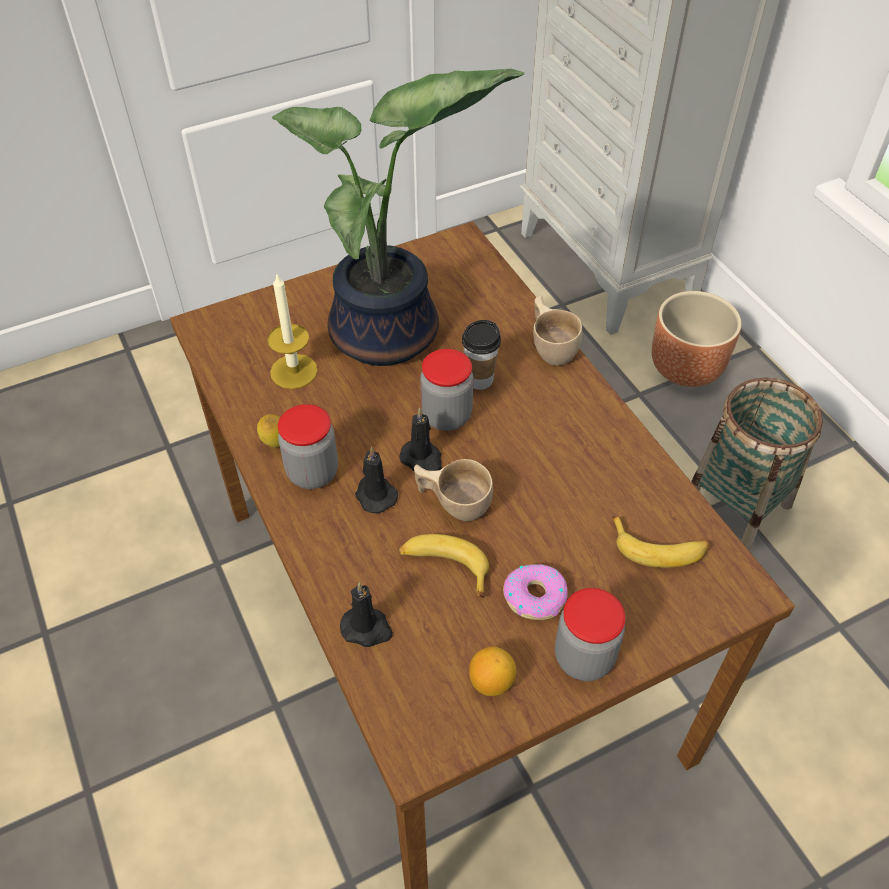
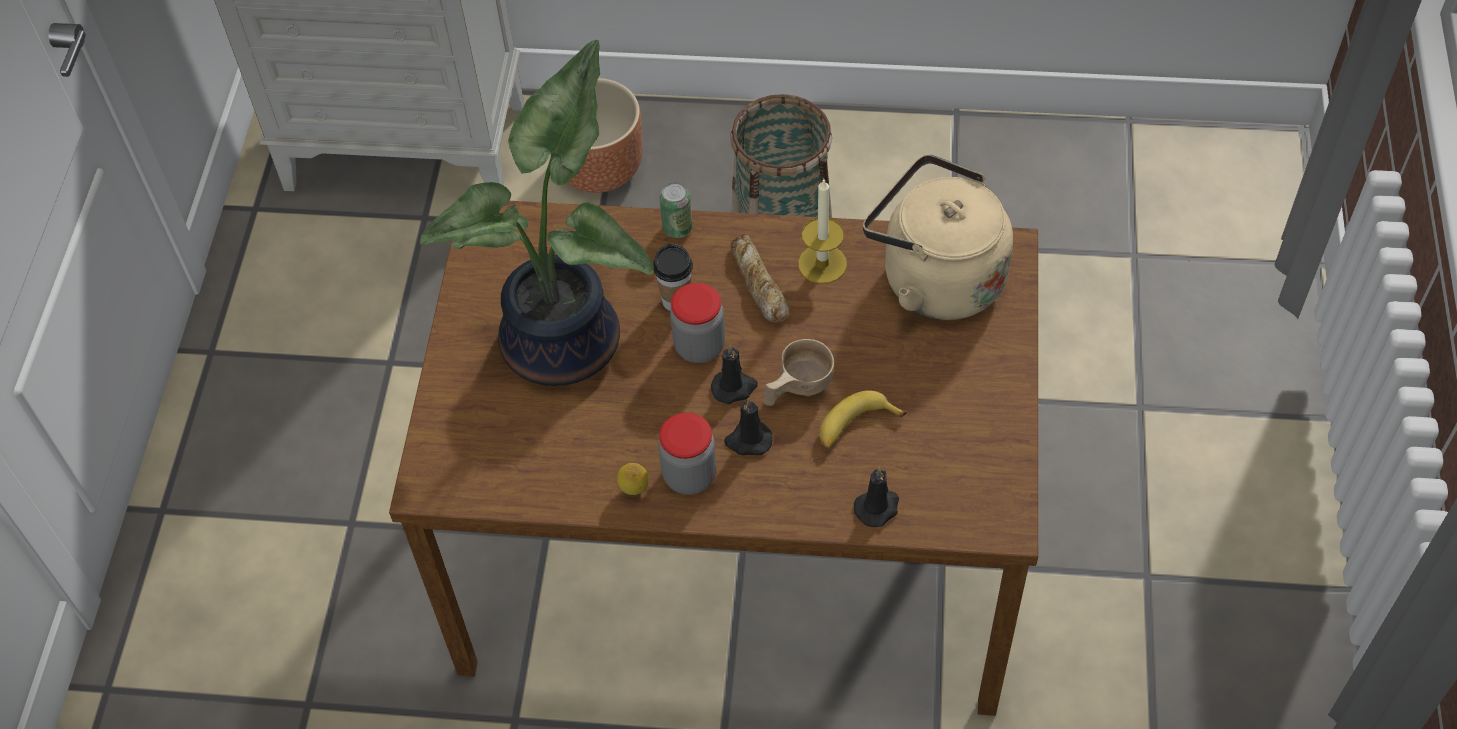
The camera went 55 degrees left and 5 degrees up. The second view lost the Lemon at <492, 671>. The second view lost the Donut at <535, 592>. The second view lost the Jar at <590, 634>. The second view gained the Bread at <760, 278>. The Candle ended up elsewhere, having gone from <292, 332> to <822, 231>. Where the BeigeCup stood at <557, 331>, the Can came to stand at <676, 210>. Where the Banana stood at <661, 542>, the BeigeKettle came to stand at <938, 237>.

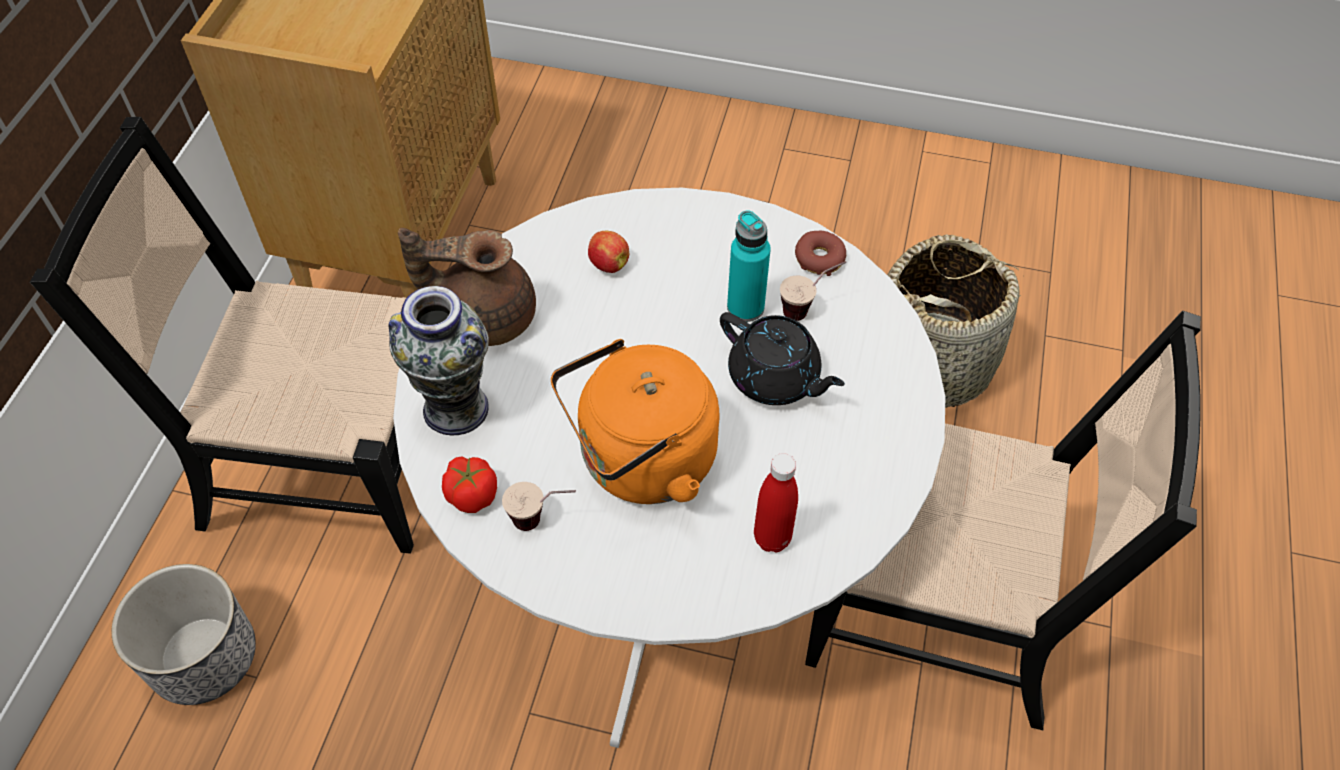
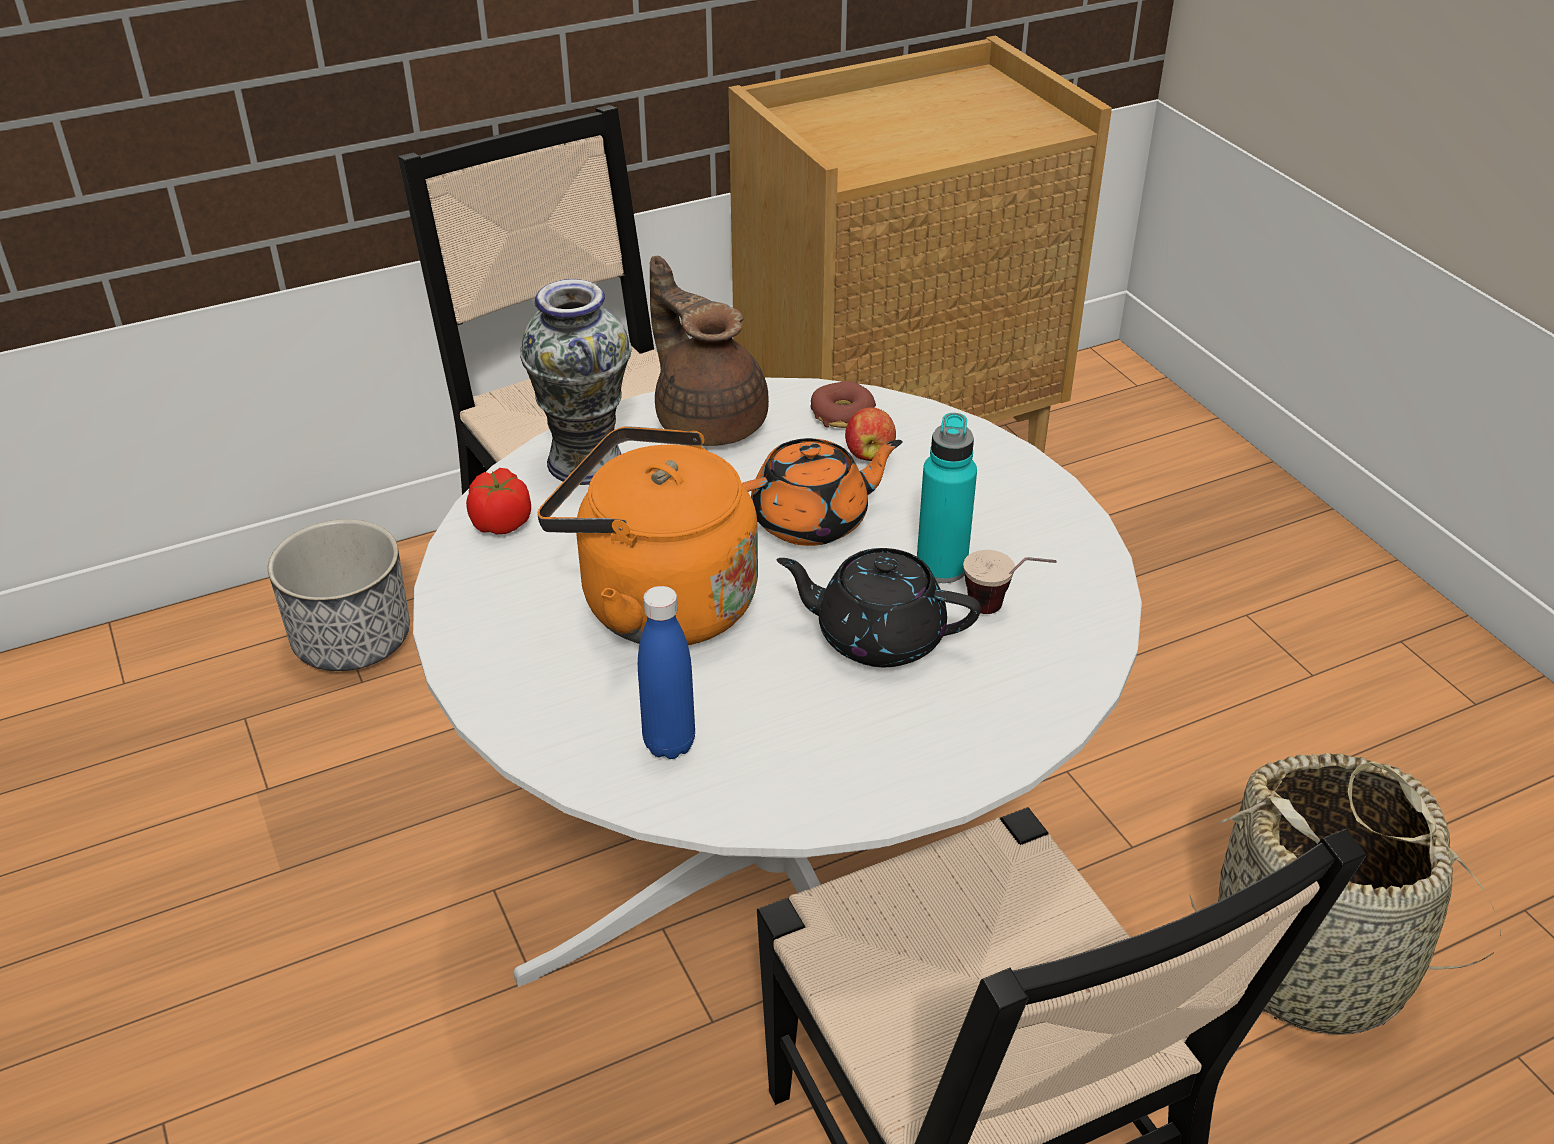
The camera went 50 degrees right and 15 degrees down. The second view lost the Cup at <539, 506>. The second view gained the OrangeTeapot at <822, 492>. The Donut ended up elsewhere, having gone from <820, 253> to <843, 404>. What was the RedBottle at <776, 503> turned into the BlueBottle at <666, 672>. The BlackTeapot at <782, 358> ended up facing another way, 105 degrees clockwise from before.

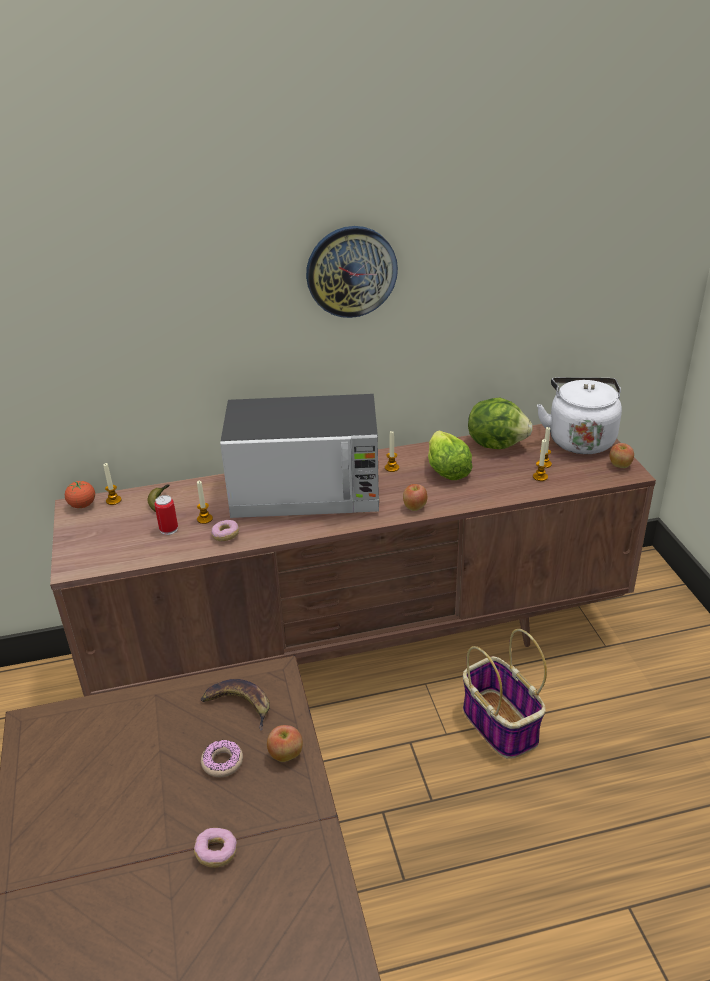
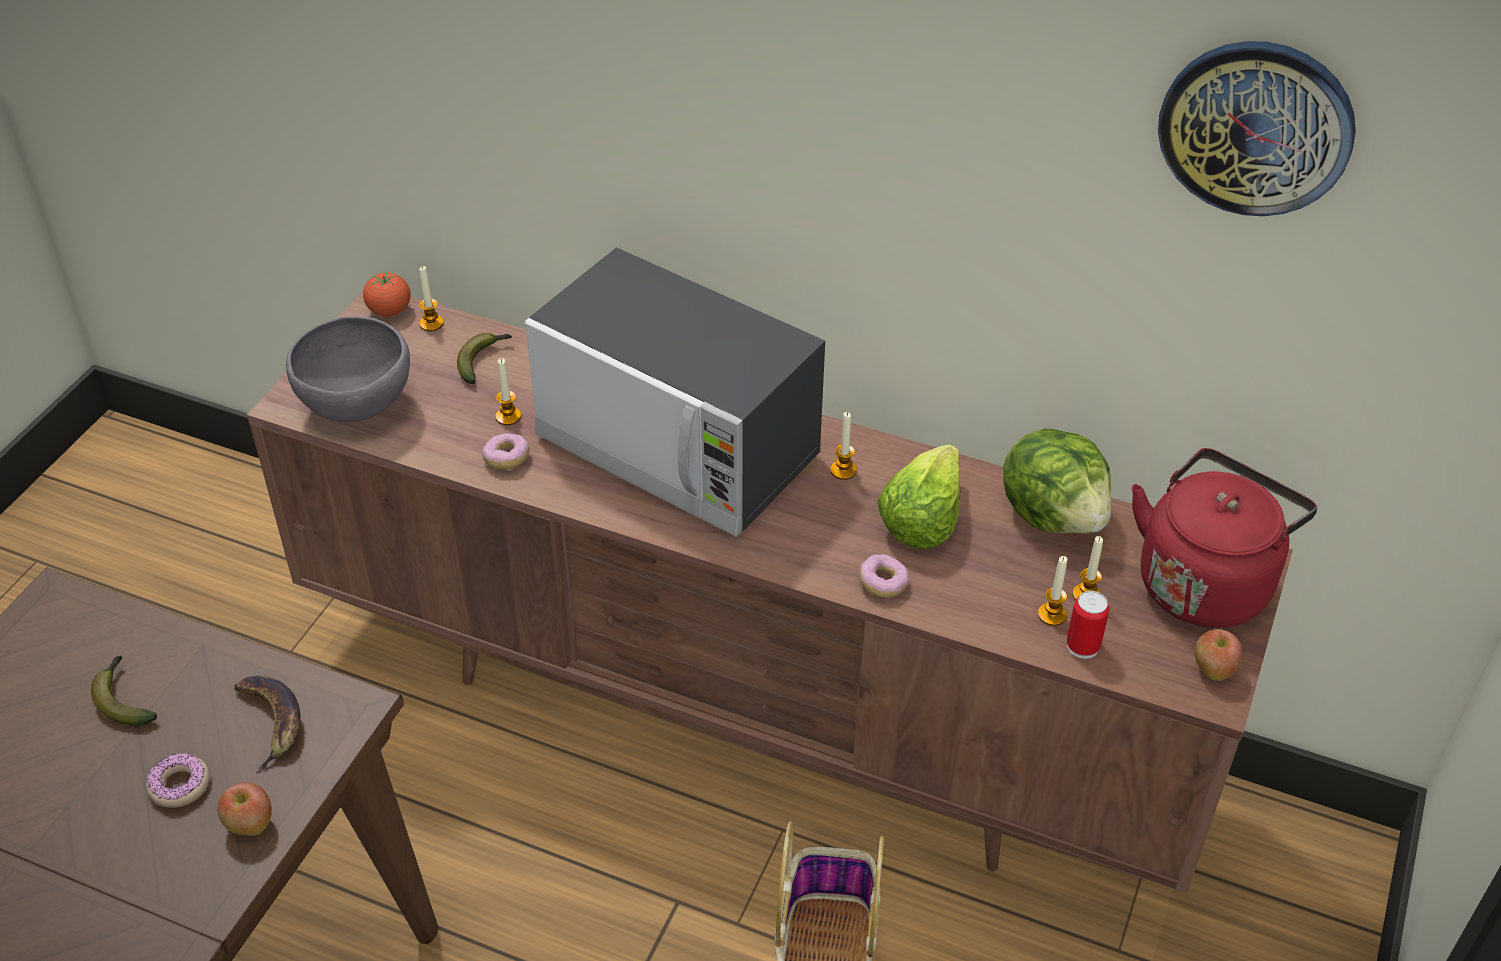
The camera went 35 degrees right and 10 degrees up. The second view lost the Apple at <415, 497>. The second view gained the Banana at <124, 691>. The second view gained the GreyBowl at <348, 369>. The Can ended up elsewhere, having gone from <166, 515> to <1088, 625>. The Donut ended up elsewhere, having gone from <215, 848> to <884, 576>. The WallClock ended up elsewhere, having gone from <352, 272> to <1257, 128>. What was the WhiteKettle at <579, 415> turned into the RedKettle at <1224, 538>.

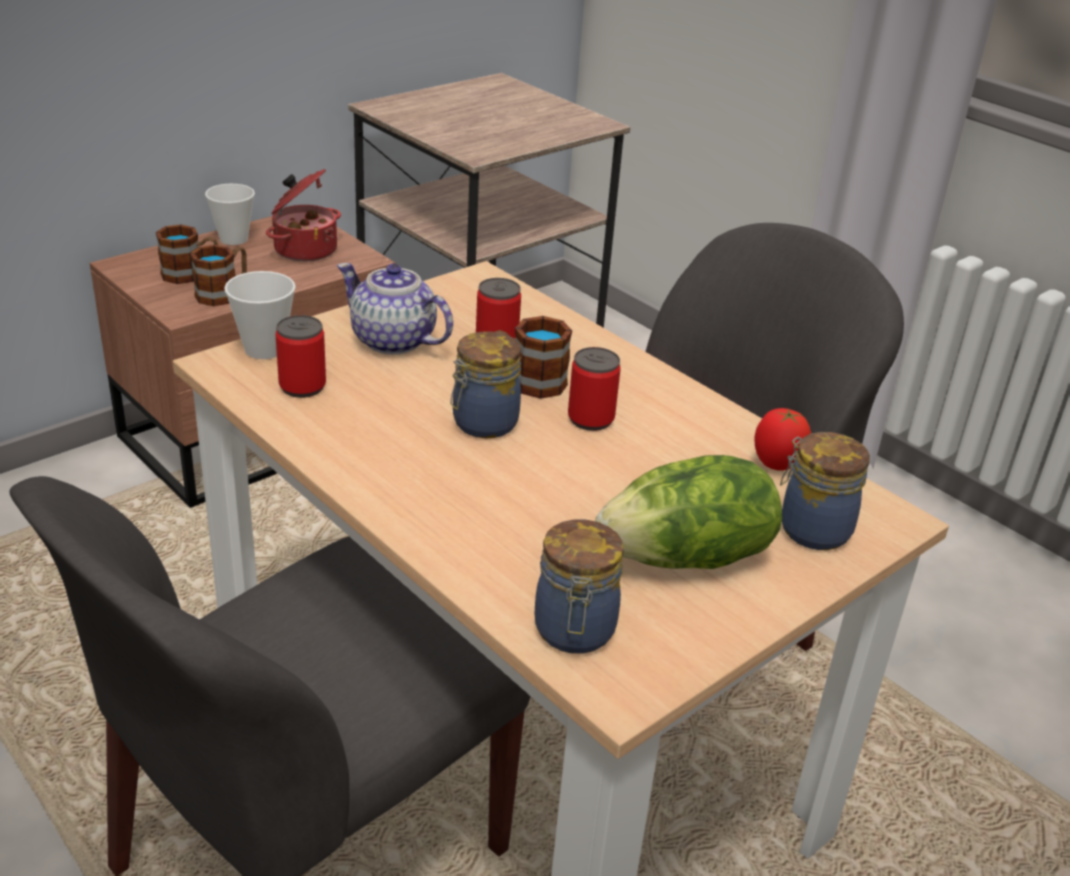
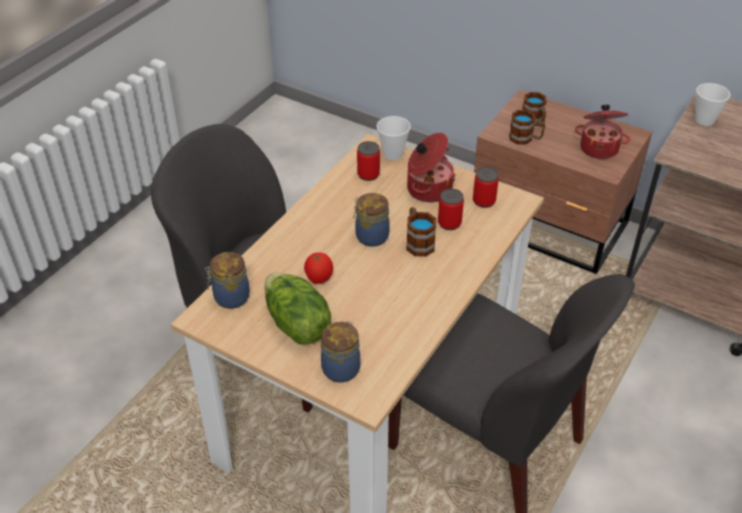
The camera went 75 degrees right and 10 degrees up. The Cup ended up elsewhere, having gone from <230, 214> to <712, 104>. The Can ended up elsewhere, having gone from <594, 389> to <486, 187>. The Tomato ended up elsewhere, having gone from <782, 439> to <318, 268>. Where the Teapot stood at <395, 309>, the CookingPot came to stand at <431, 167>.

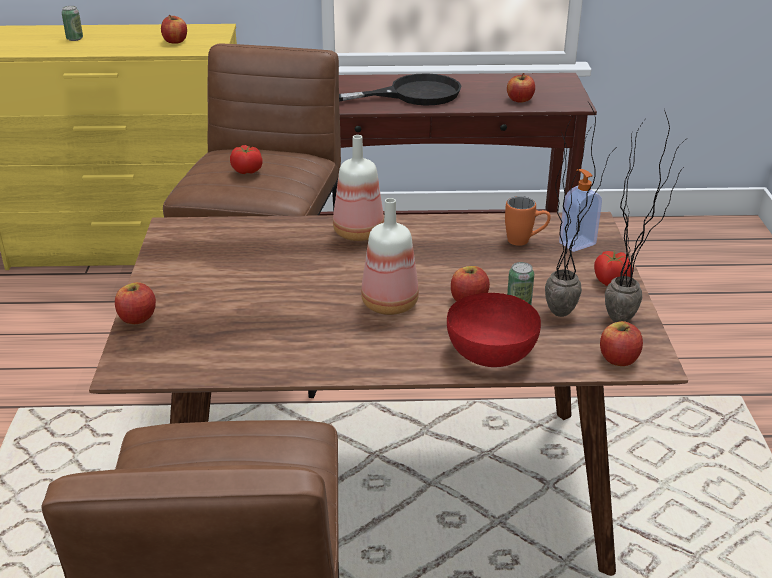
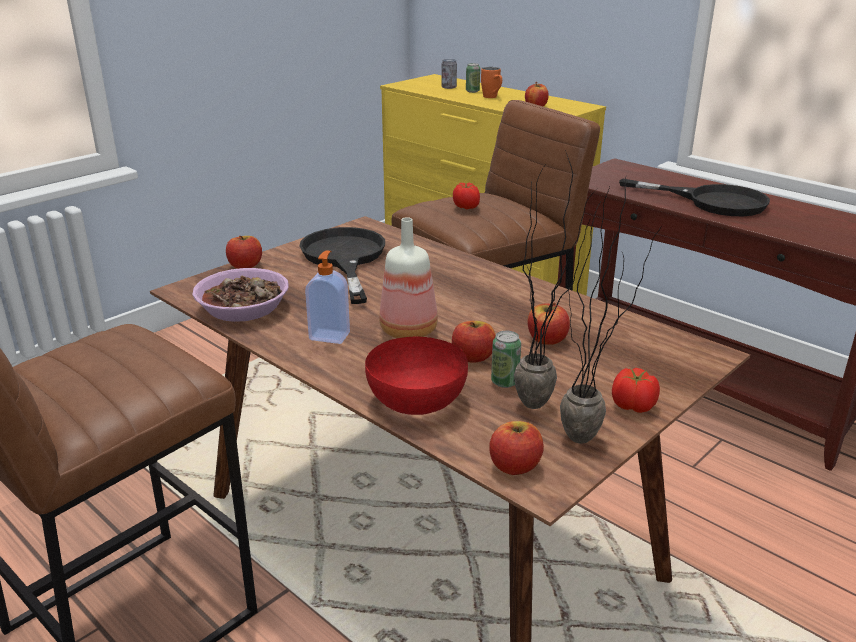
The camera went 45 degrees right and 5 degrees down. The second view lost the Bottle at <358, 188>. The second view gained the Bowl at <240, 295>. The second view gained the BlackFryingPan at <342, 265>. The second view gained the Can at <449, 74>. The OrangeMug ended up elsewhere, having gone from <528, 221> to <491, 82>. The Apple ended up elsewhere, having gone from <521, 88> to <548, 323>. The SoapDispenser ended up elsewhere, having gone from <580, 210> to <327, 297>.

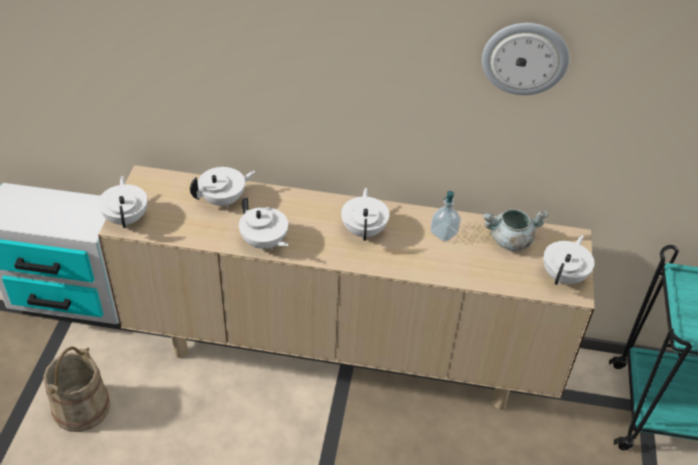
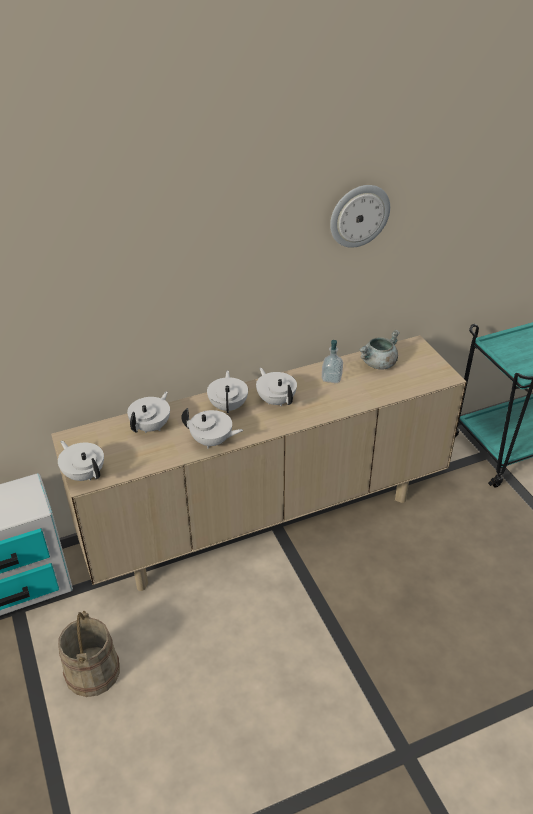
The camera went 30 degrees left and 5 degrees down. The WhiteTeapot ended up elsewhere, having gone from <569, 260> to <227, 391>.

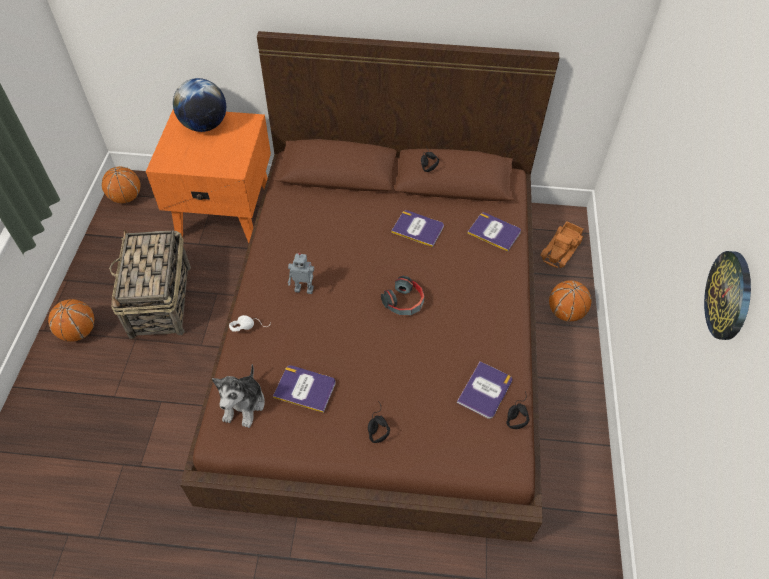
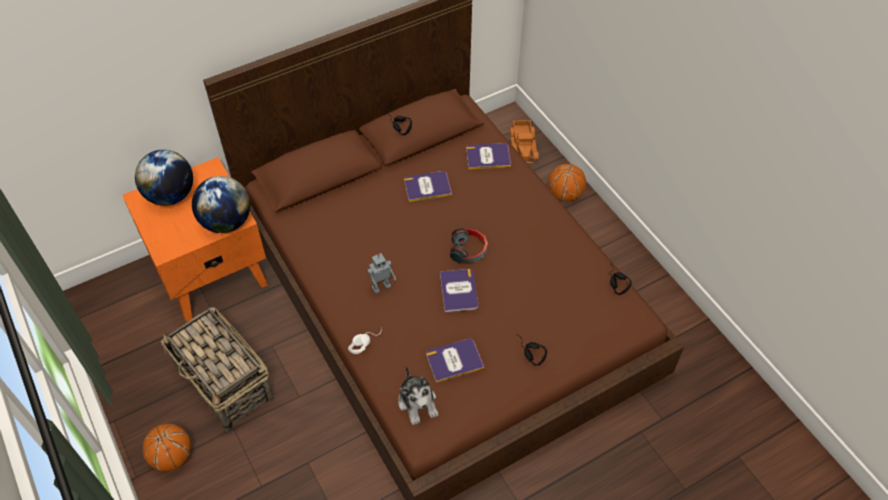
The camera went 35 degrees left and 0 degrees up. The second view lost the Basketball at <121, 184>. The second view lost the WallClock at <727, 295>. The second view gained the Globe at <221, 204>. The Book ended up elsewhere, having gone from <484, 390> to <459, 290>.

